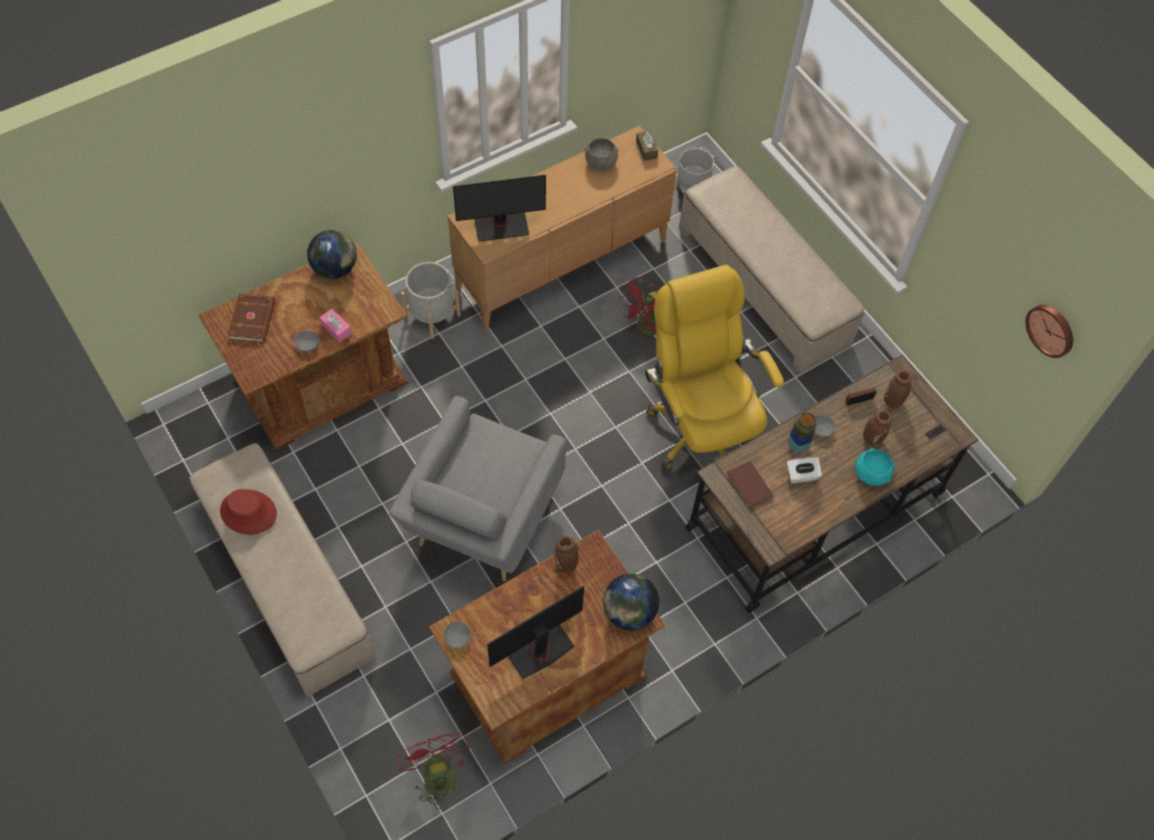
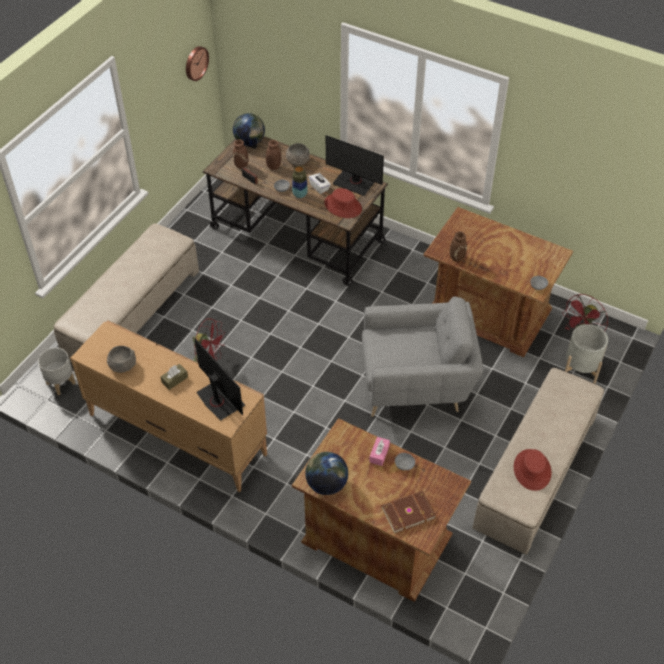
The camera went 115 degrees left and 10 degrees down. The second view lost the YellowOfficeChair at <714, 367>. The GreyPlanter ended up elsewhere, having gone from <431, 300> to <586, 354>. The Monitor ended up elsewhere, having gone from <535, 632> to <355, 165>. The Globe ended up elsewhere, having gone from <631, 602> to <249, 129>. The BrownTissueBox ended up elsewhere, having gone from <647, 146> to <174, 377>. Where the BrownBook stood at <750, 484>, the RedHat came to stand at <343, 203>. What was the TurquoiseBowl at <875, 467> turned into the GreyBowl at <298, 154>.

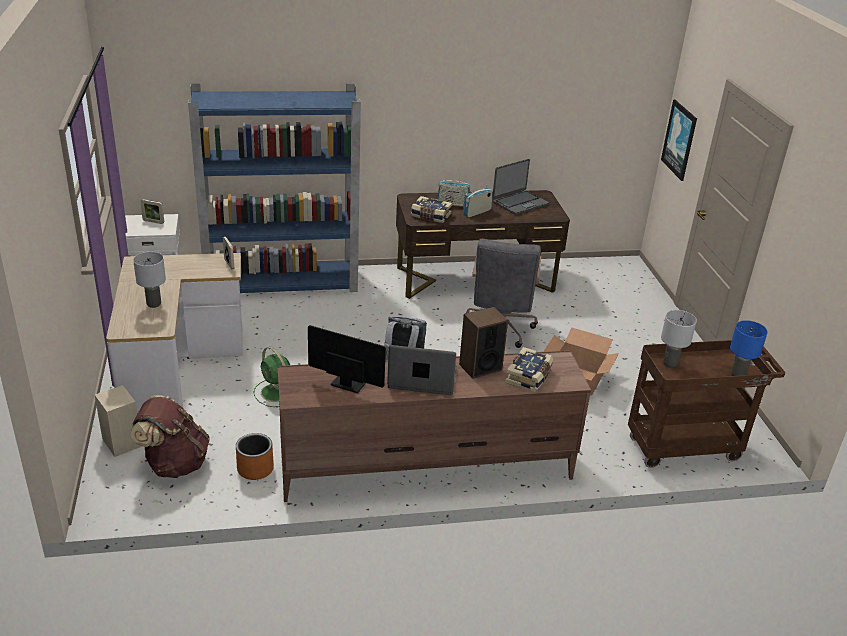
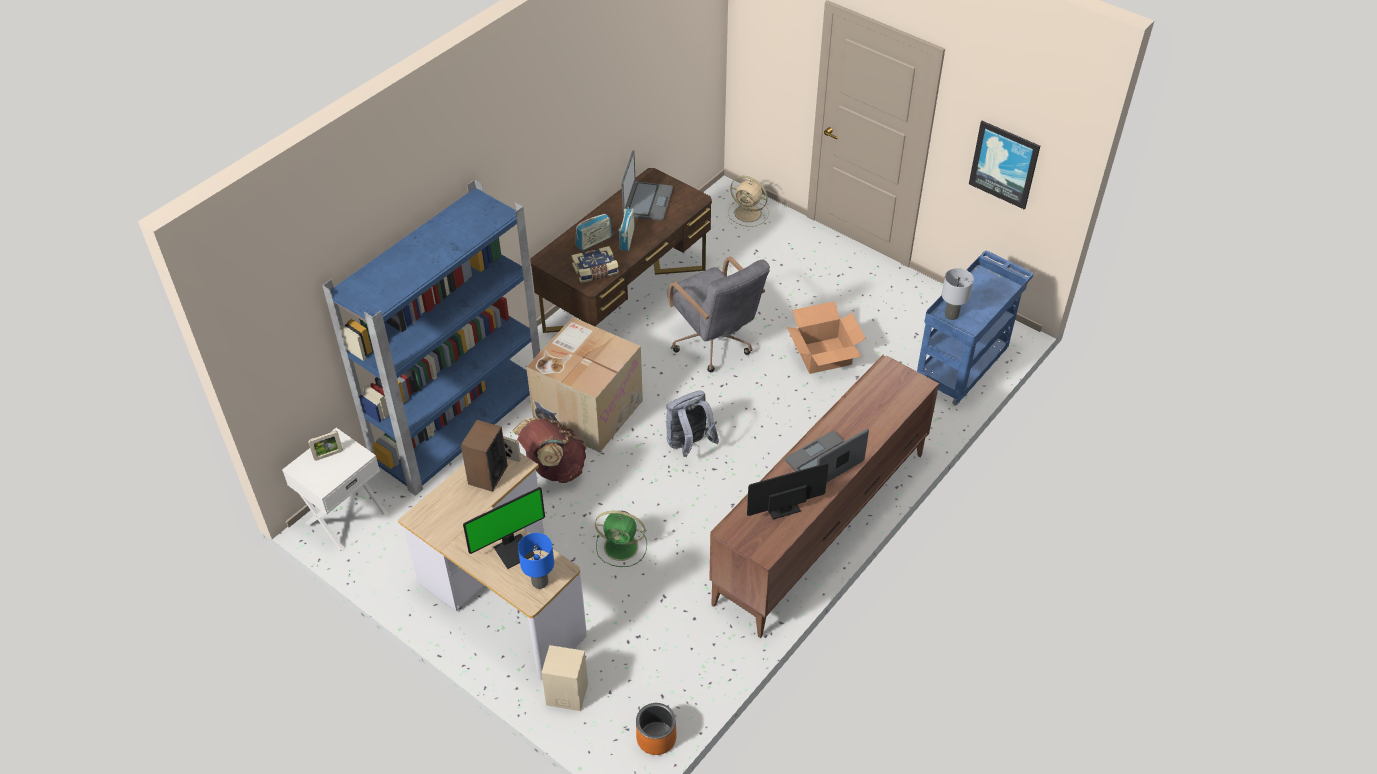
The camera went 40 degrees left and 15 degrees up. The second view lost the Book at <529, 369>. The second view gained the CardboardBox at <584, 385>. The second view gained the BeigeFan at <748, 201>. The BrownBackpack ended up elsewhere, having gone from <170, 436> to <550, 450>. The OrangePlanter ended up elsewhere, having gone from <255, 456> to <656, 729>. The Speaker ended up elsewhere, having gone from <483, 343> to <484, 456>. The Picture ended up elsewhere, having gone from <679, 140> to <1004, 165>. The BlueTableLamp ended up elsewhere, having gone from <749, 348> to <536, 561>. Where the WhiteTableLamp stood at <149, 280>, the Monitor came to stand at <504, 528>. What was the BrownCart at <706, 404> turned into the BlueCart at <975, 328>.

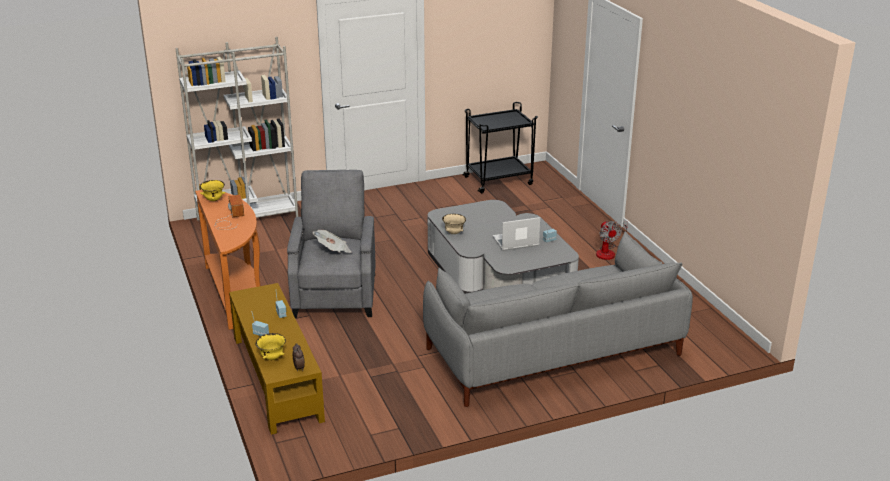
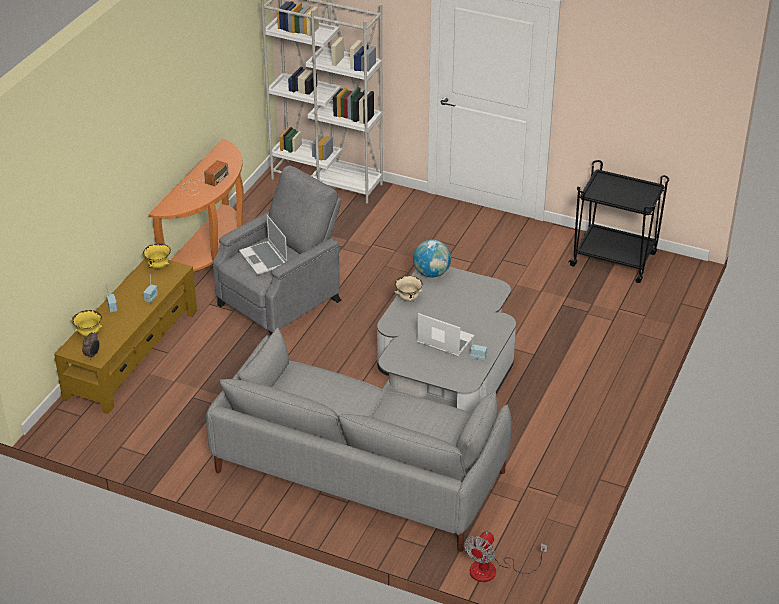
The camera went 45 degrees right and 10 degrees up. The second view gained the Globe at <432, 258>. The YellowBowl ended up elsewhere, having gone from <212, 190> to <157, 256>. The Fan ended up elsewhere, having gone from <612, 240> to <505, 556>. Where the Newspaper stood at <332, 241>, the Laptop came to stand at <263, 245>.

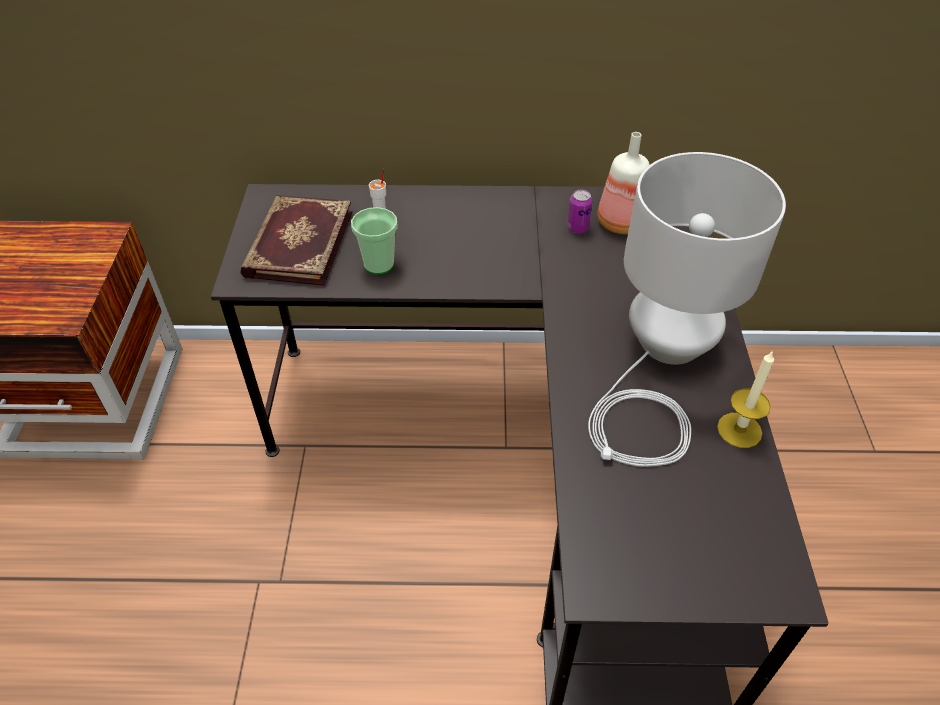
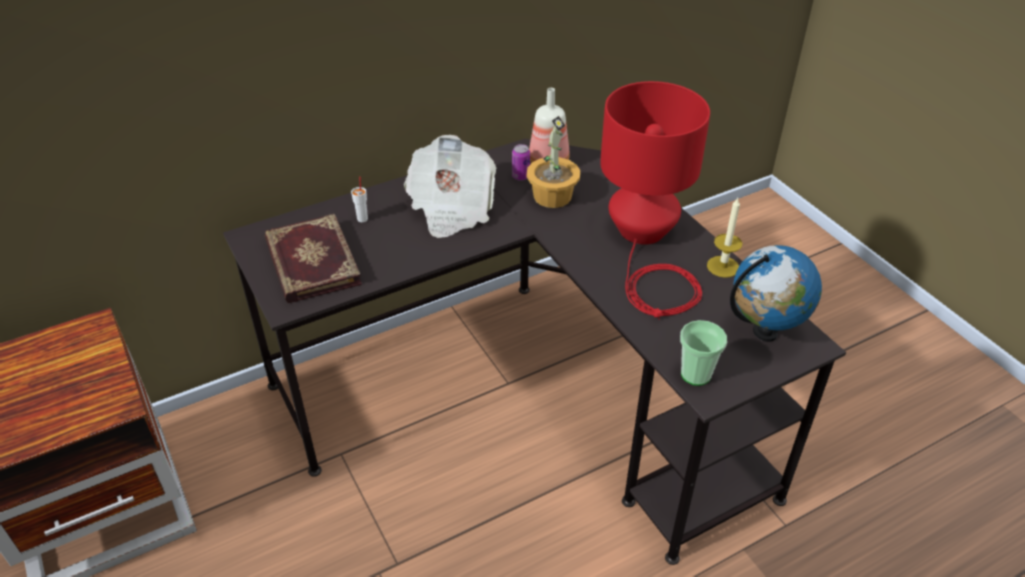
The camera went 30 degrees left and 5 degrees down. The second view gained the Newspaper at <450, 186>. The second view gained the PottedPlant at <553, 162>. The second view gained the Globe at <776, 293>. The Cup ended up elsewhere, having gone from <374, 241> to <703, 353>. What was the GreyTableLamp at <687, 309> turned into the RedTableLamp at <655, 200>.

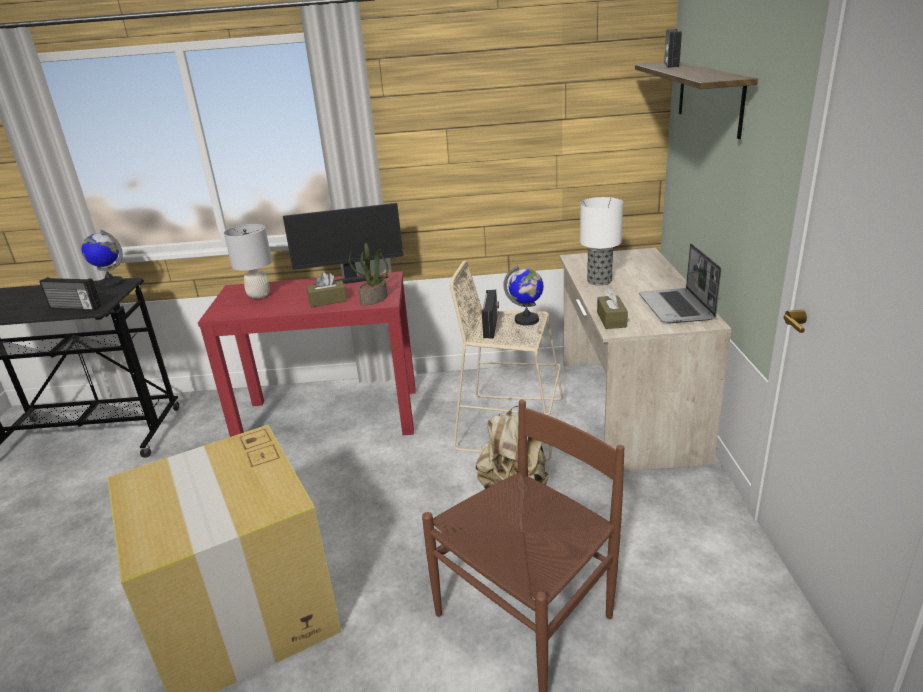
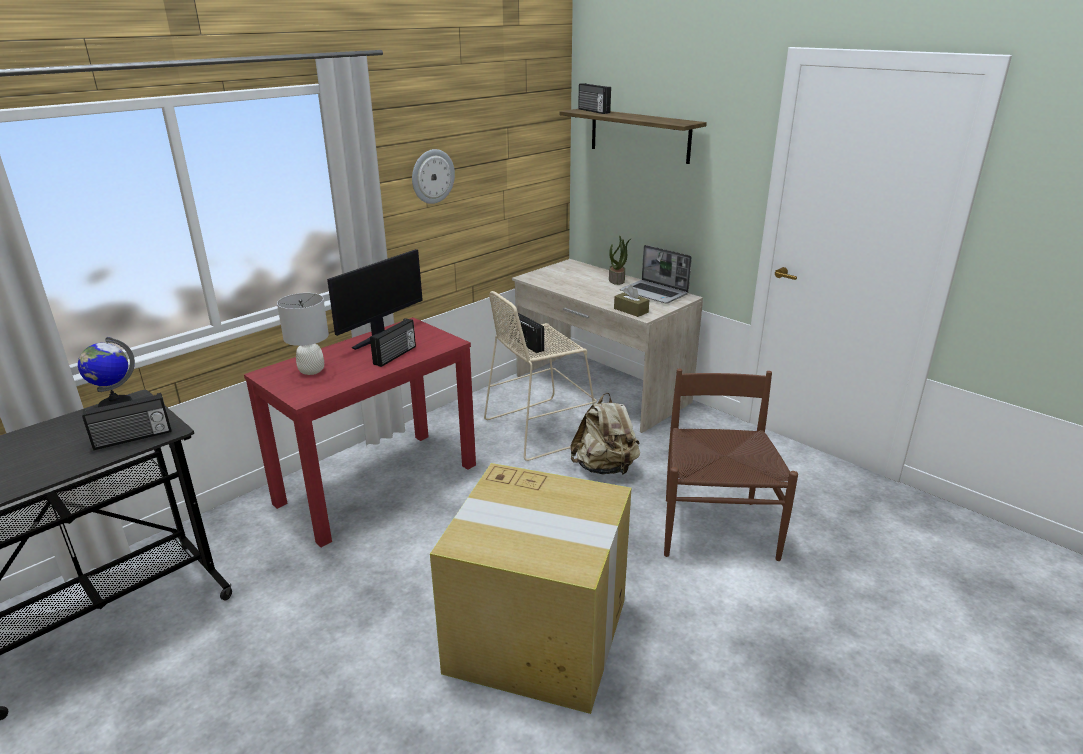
The camera went 45 degrees left and 0 degrees up. The second view lost the Globe at <523, 295>. The second view lost the TableLamp at <601, 241>. The second view gained the WallClock at <433, 176>. The PottedPlant ended up elsewhere, having gone from <369, 274> to <620, 260>. Where the BrownTissueBox stood at <327, 289>, the Radio came to stand at <393, 342>.

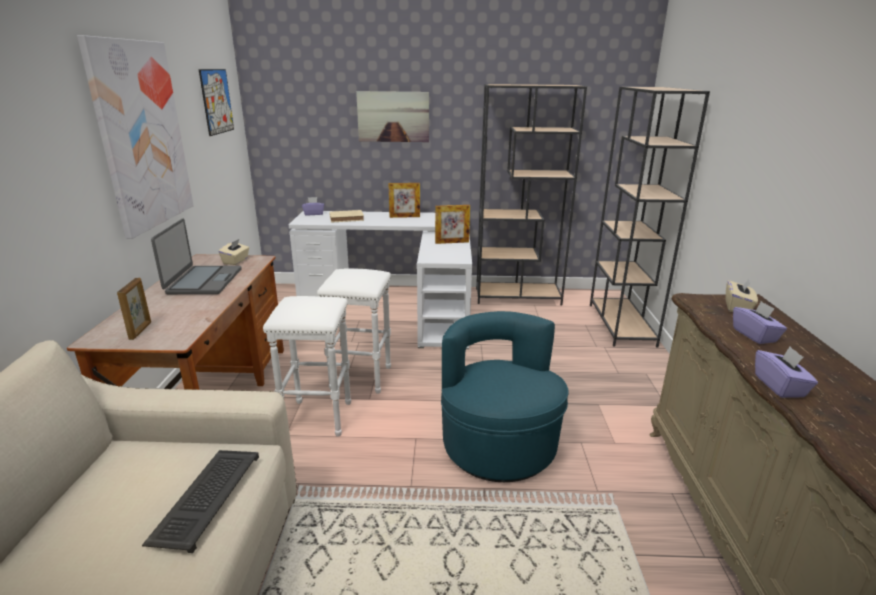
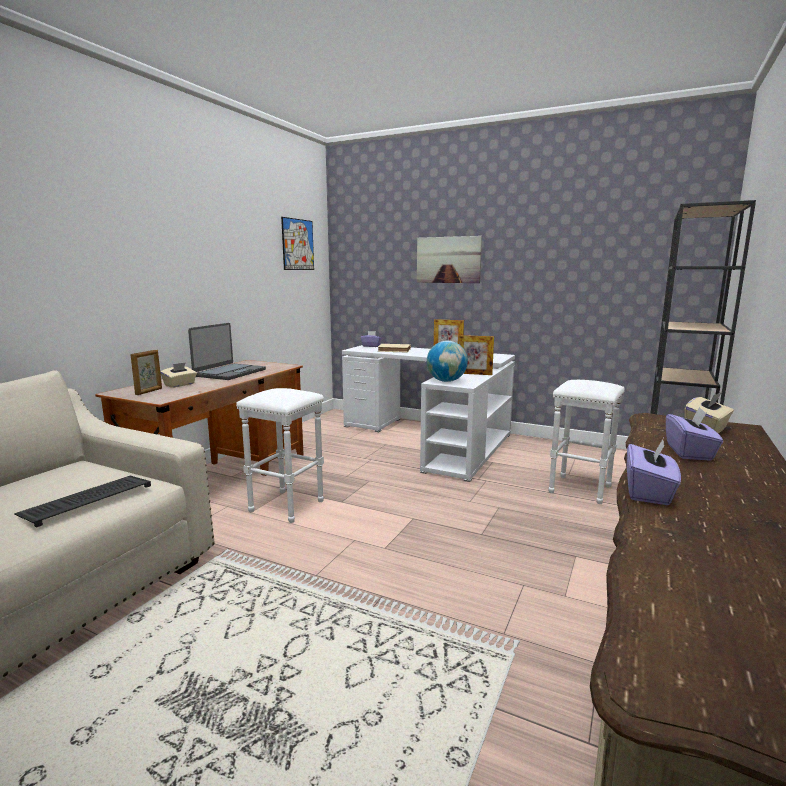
The camera went 25 degrees right and 10 degrees down. The second view lost the Picture at <135, 137>. The second view lost the TurquoiseArmchair at <505, 396>. The second view lost the Bookcase at <531, 194>. The second view gained the Globe at <447, 361>. The BeigeTissueBox ended up elsewhere, having gone from <234, 252> to <178, 375>. The WhiteStool ended up elsewhere, having gone from <354, 331> to <586, 442>.

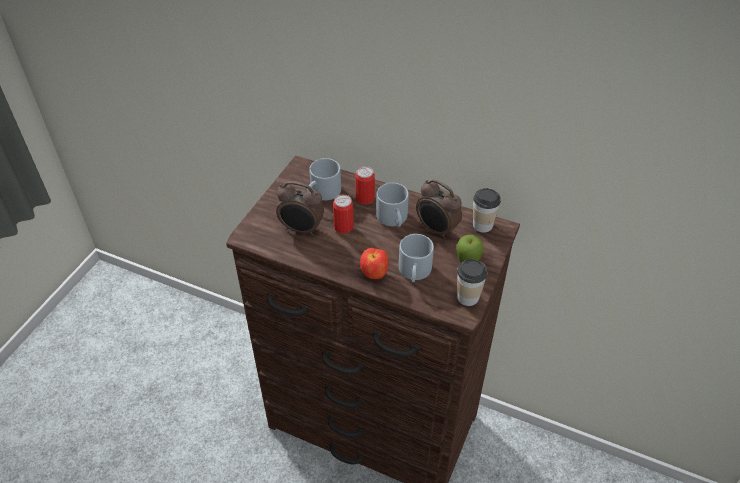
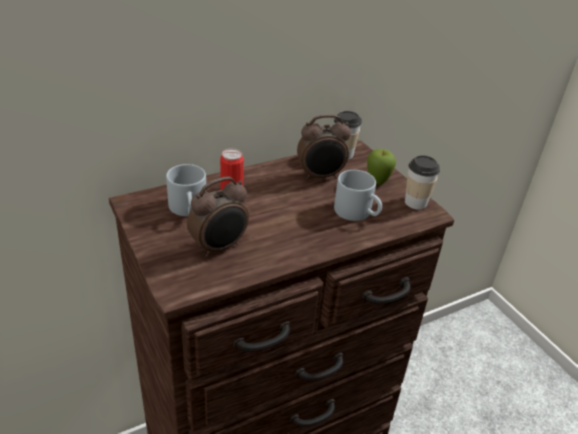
The camera went 55 degrees left and 10 degrees down. The second view lost the Can at <343, 214>. The second view lost the Apple at <374, 263>. The second view lost the GreyMug at <392, 205>.

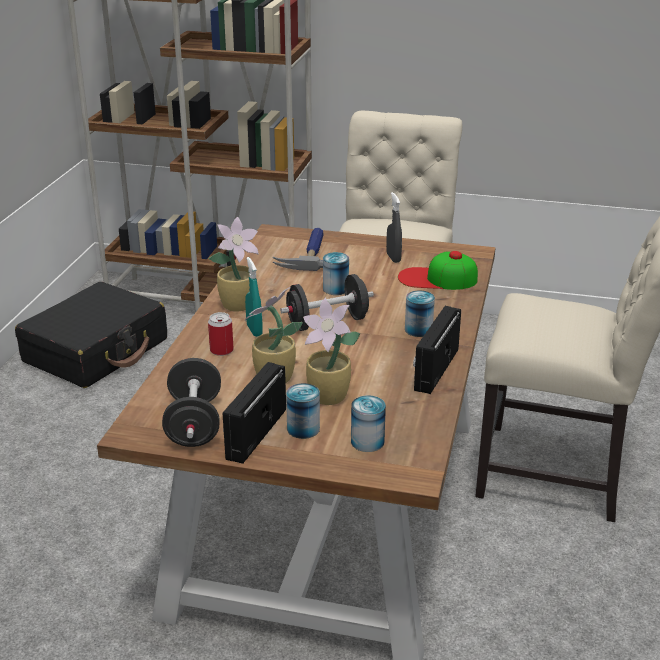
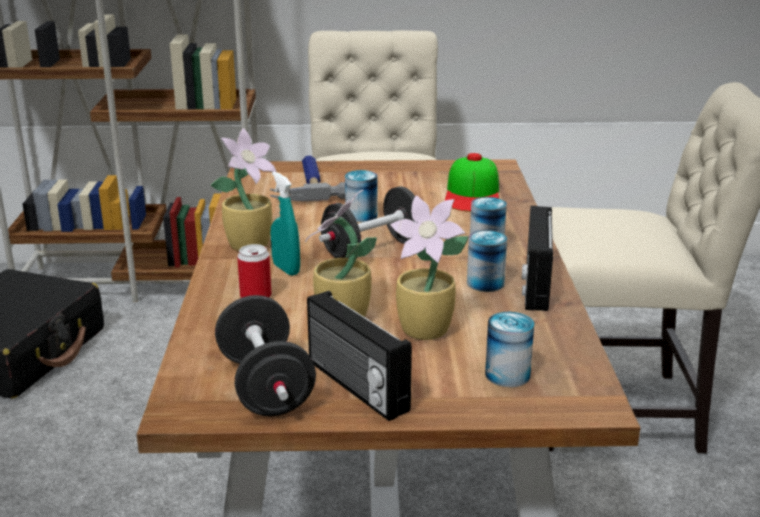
The camera went 15 degrees left and 5 degrees down. The second view lost the GreySprayBottle at <394, 227>. The Can ended up elsewhere, having gone from <303, 411> to <487, 261>. The Radio at <254, 413> ended up facing another way, 45 degrees counterclockwise from before. The Cap at <438, 270> ended up facing another way, 75 degrees counterclockwise from before.

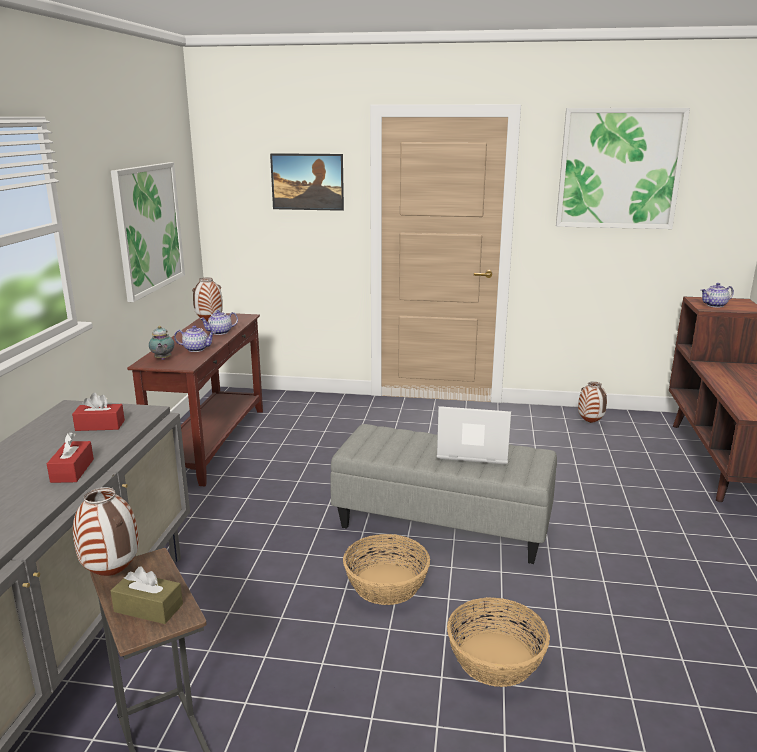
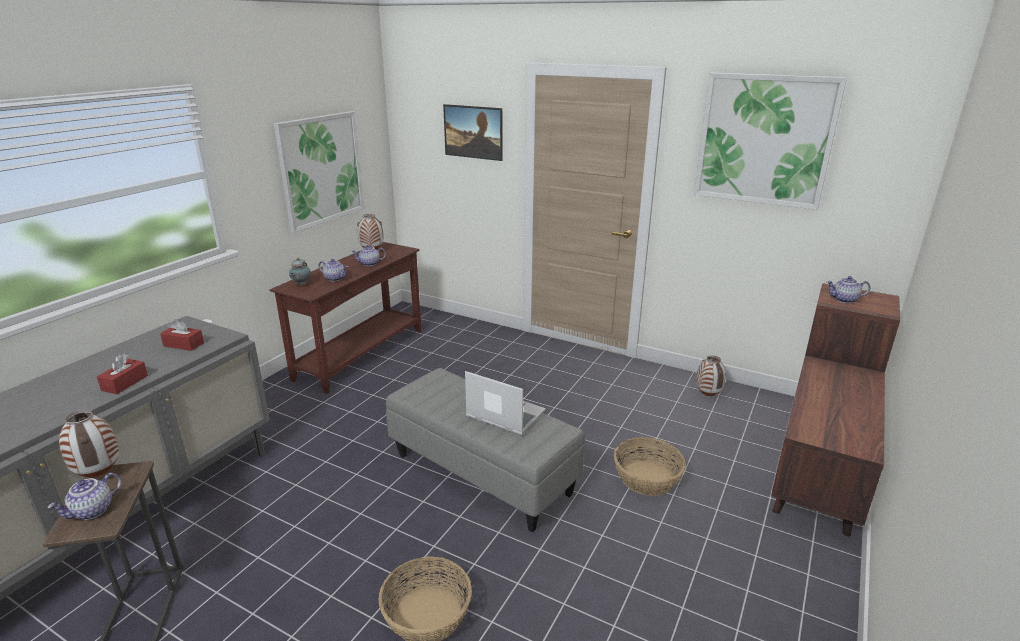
The camera went 20 degrees right and 5 degrees up. The Basket ended up elsewhere, having gone from <386, 569> to <650, 466>. Where the BrownTissueBox stood at <147, 595>, the Teapot came to stand at <84, 496>.

